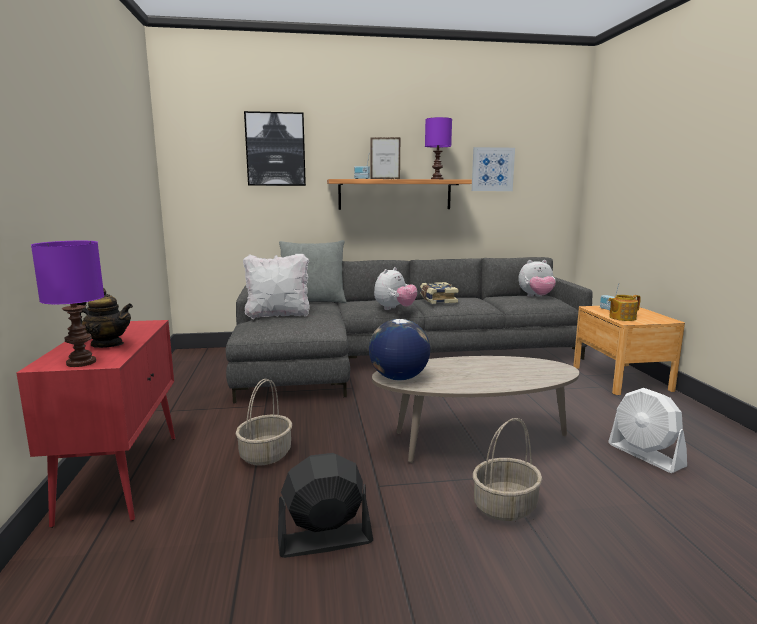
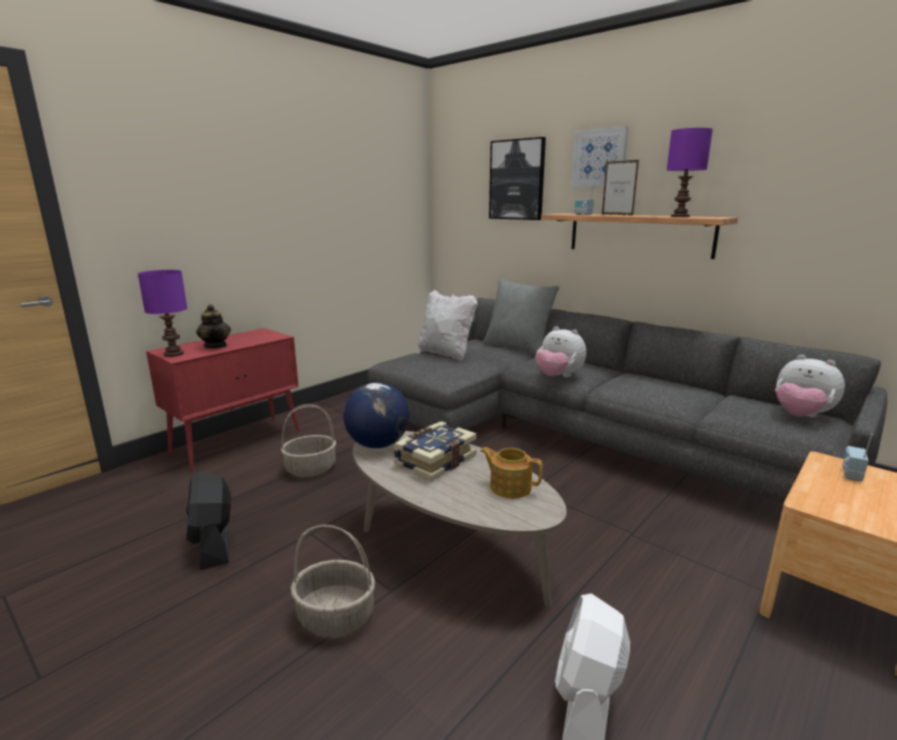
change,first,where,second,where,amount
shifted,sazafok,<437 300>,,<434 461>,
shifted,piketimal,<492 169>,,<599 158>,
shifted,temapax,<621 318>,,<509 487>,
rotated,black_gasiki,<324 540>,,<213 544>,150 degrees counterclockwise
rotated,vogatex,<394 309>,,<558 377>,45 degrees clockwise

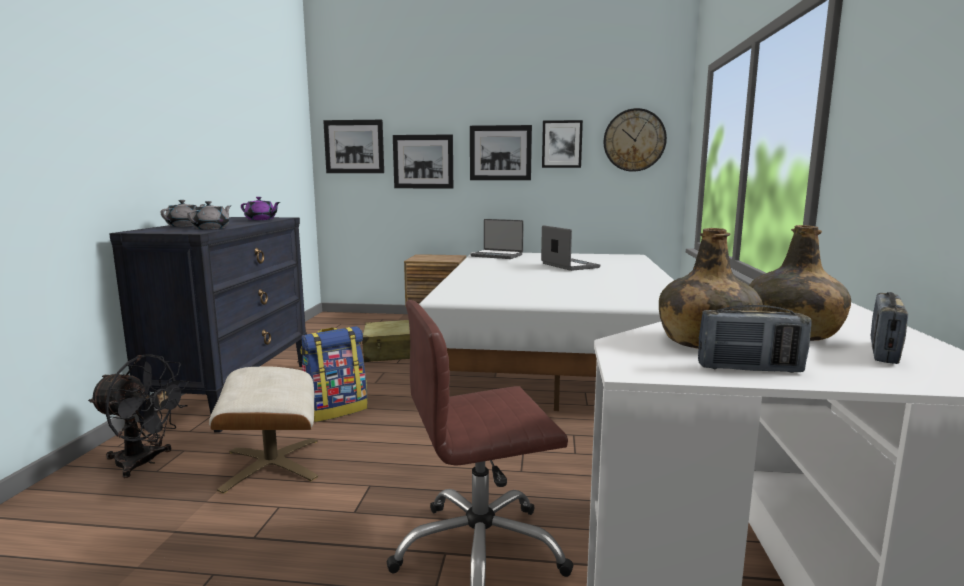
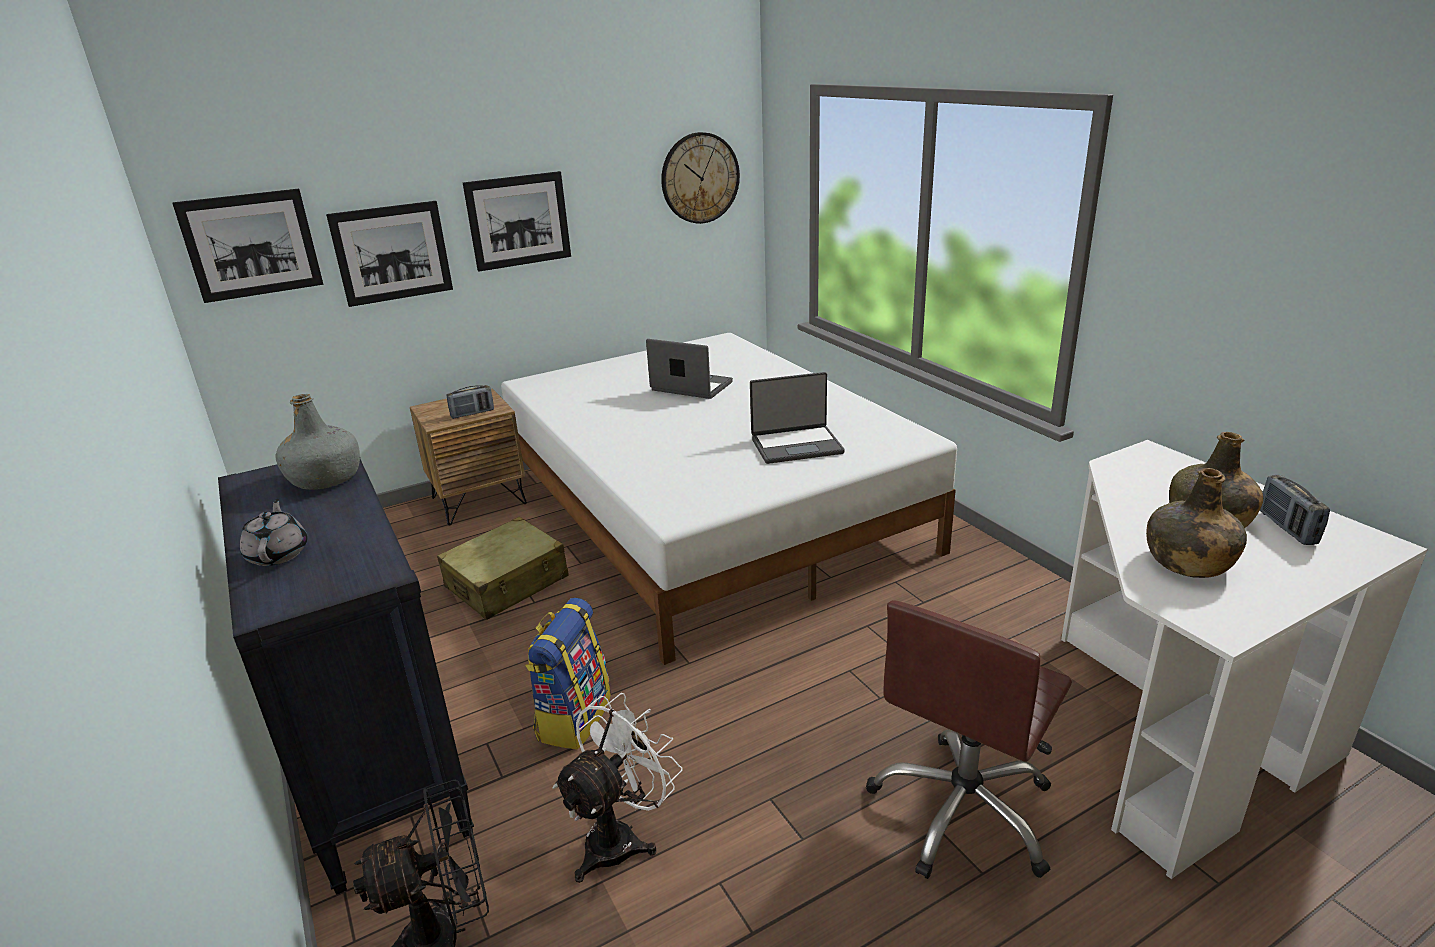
change,first,where,second,where,amount
gone,grey_temapax,<211 228>,,,
gone,piketimal,<562 144>,,,
shifted,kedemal,<497 255>,,<796 445>,
shifted,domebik,<749 369>,,<472 413>,
swapped,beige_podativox,<271 464>,white_gasiki,<621 838>,
swapped,purple_temapax,<261 219>,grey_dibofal,<325 478>,

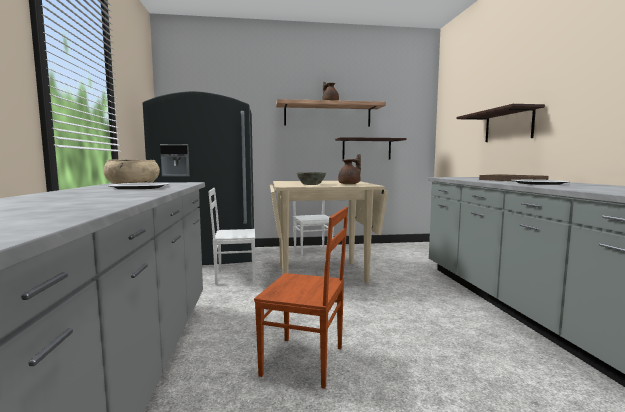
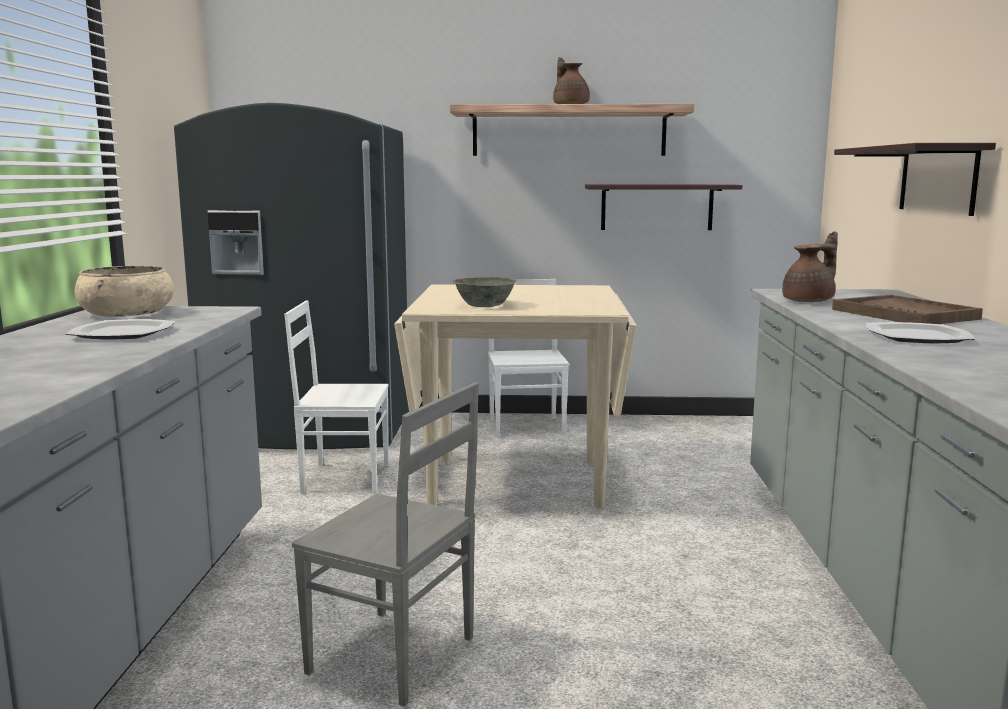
change,first,where,second,where,amount
shifted,brown_temapax,<350 184>,,<810 301>,
repainted,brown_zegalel,<304 362>,grey_zegalel,<392 657>,

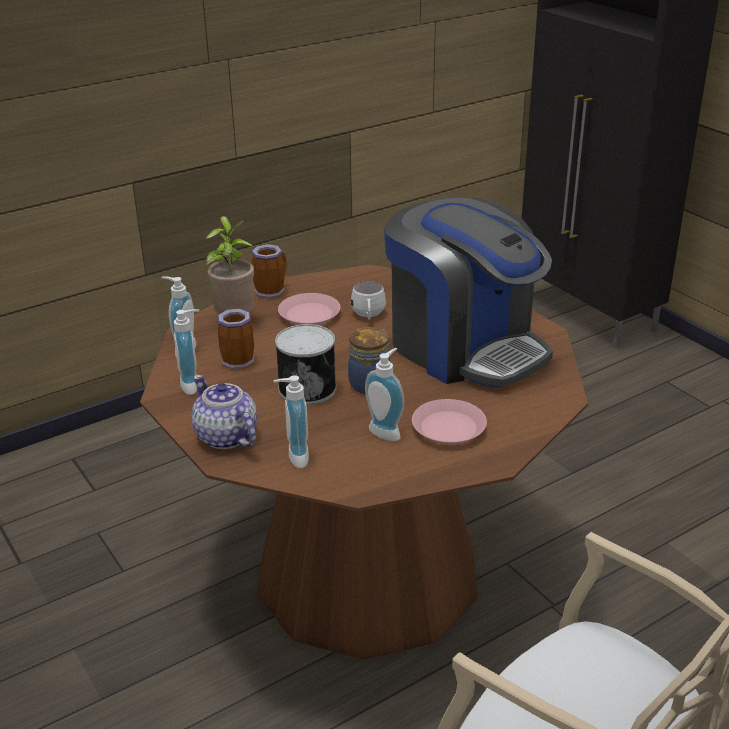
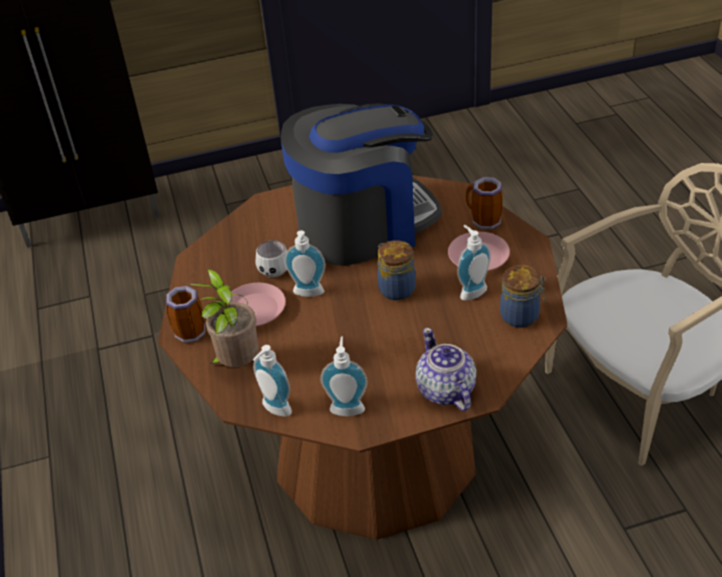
change,first,where,second,where,amount
gone,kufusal,<307 388>,,,
new,,,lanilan,<521 316>,
shifted,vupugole,<238 359>,,<483 221>,
shifted,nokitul,<294 457>,,<308 294>,
rotated,temapax,<226 437>,,<445 391>,90 degrees clockwise

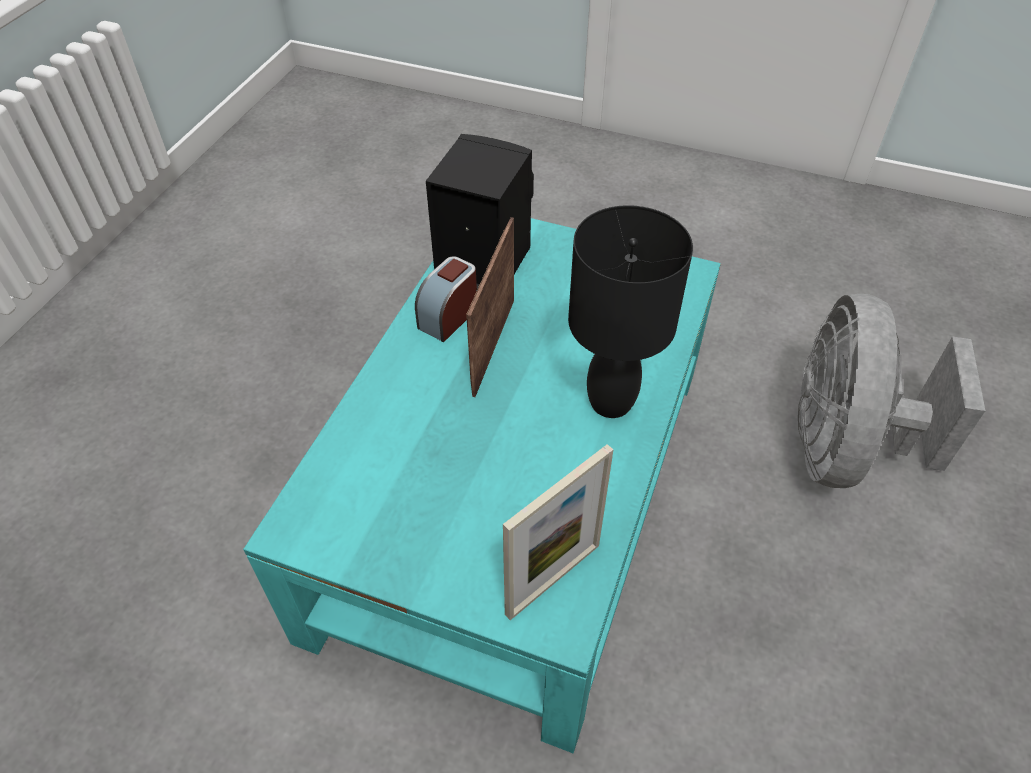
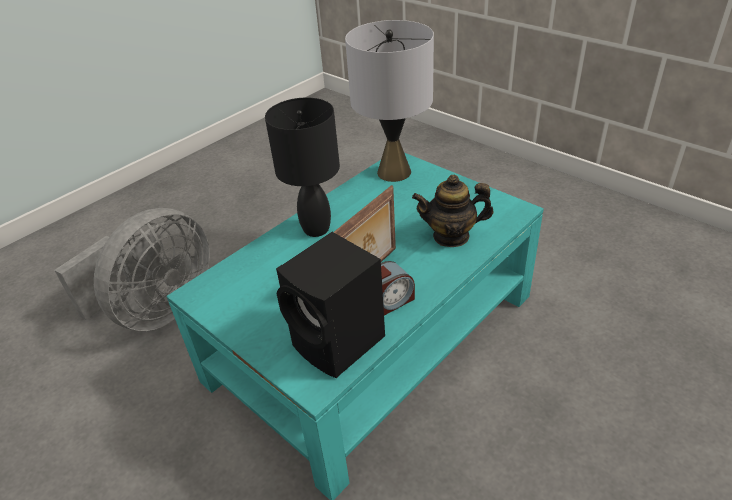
change,first,where,second,where,amount
new,,,temapax,<451 236>,
swapped,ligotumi,<553 579>,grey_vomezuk,<394 172>,

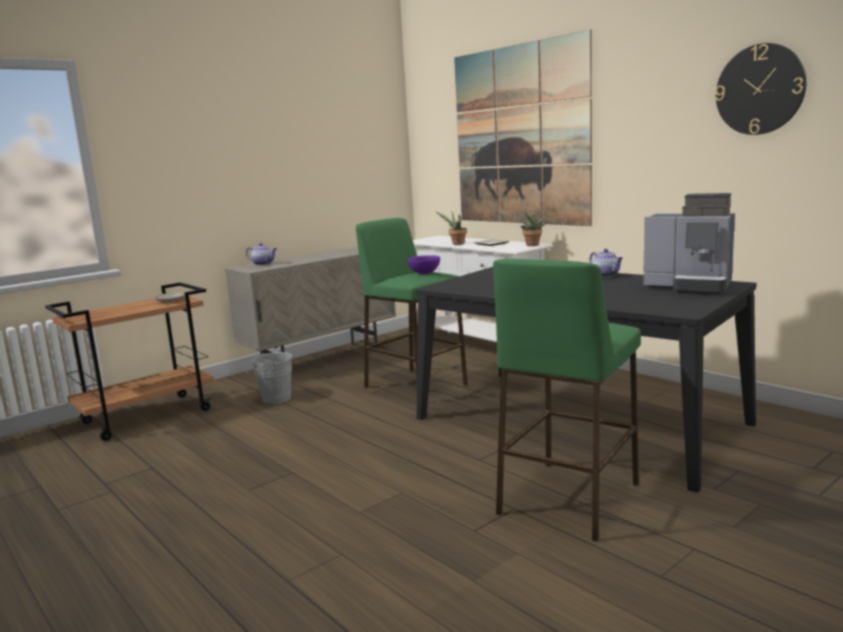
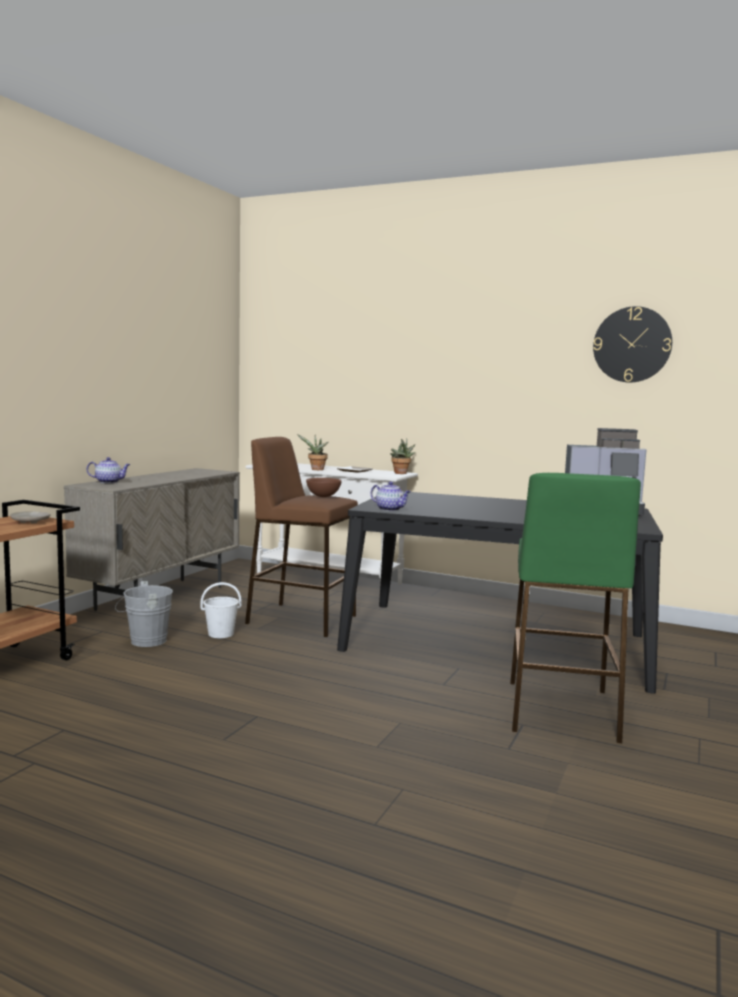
change,first,where,second,where,amount
gone,piketimal,<519 136>,,,
new,,,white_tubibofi,<221 634>,
shifted,temapax,<606 275>,,<390 509>,
repainted,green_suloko,<415 386>,brown_suloko,<301 619>,
repainted,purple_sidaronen,<425 273>,brown_sidaronen,<324 496>,

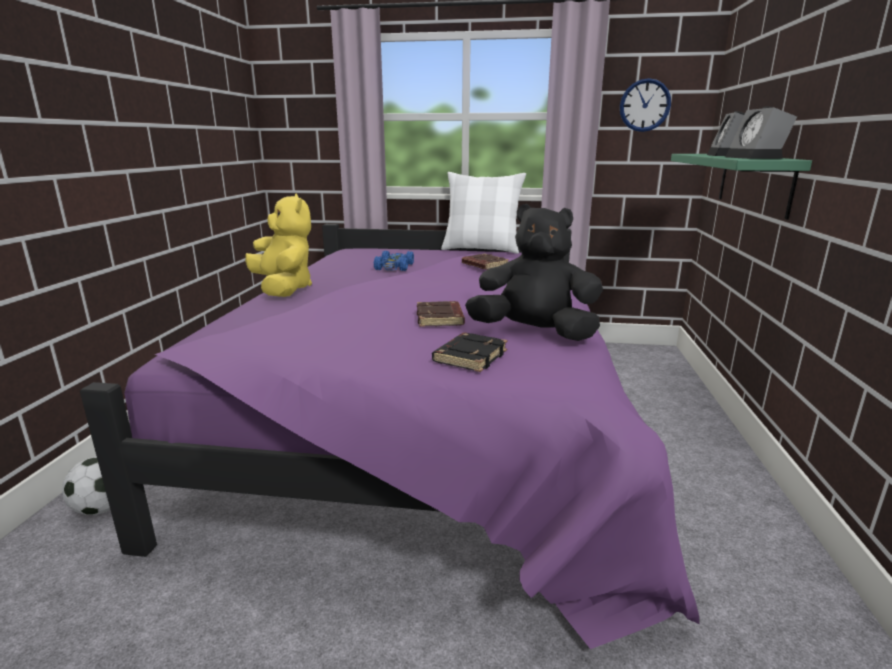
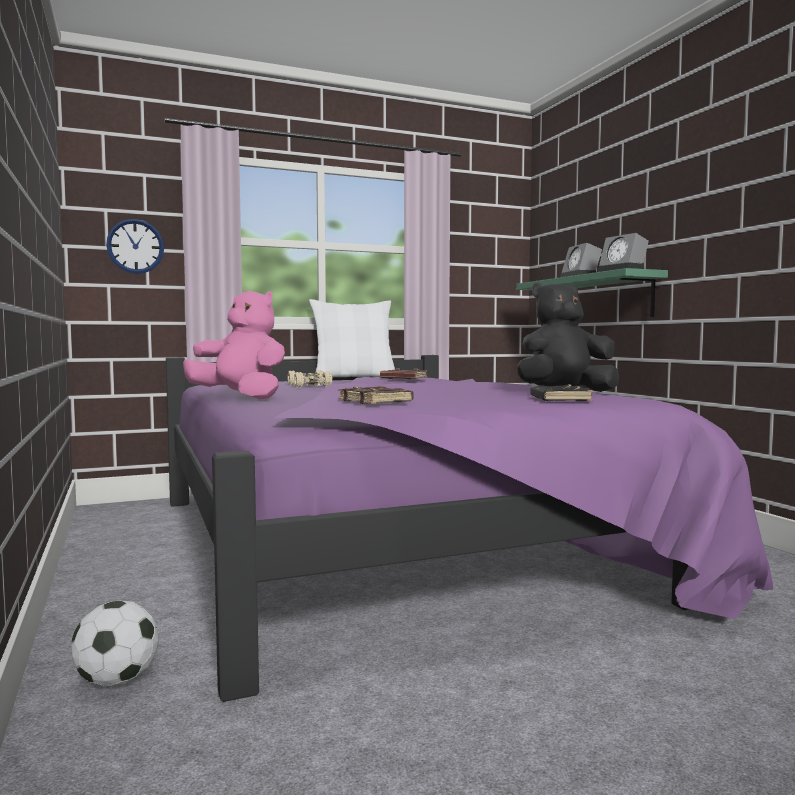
change,first,where,second,where,amount
shifted,brown_sazafok,<440 319>,,<376 401>,
shifted,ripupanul,<644 105>,,<135 246>,
repainted,yellow_vogatex,<284 289>,pink_vogatex,<241 398>,
repainted,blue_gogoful,<394 267>,beige_gogoful,<310 386>,

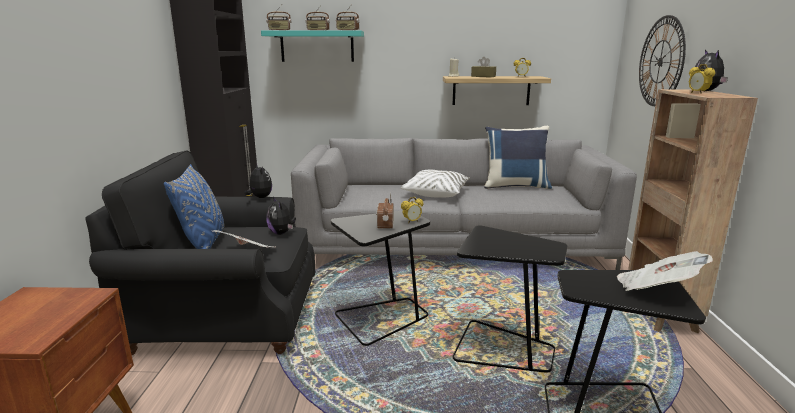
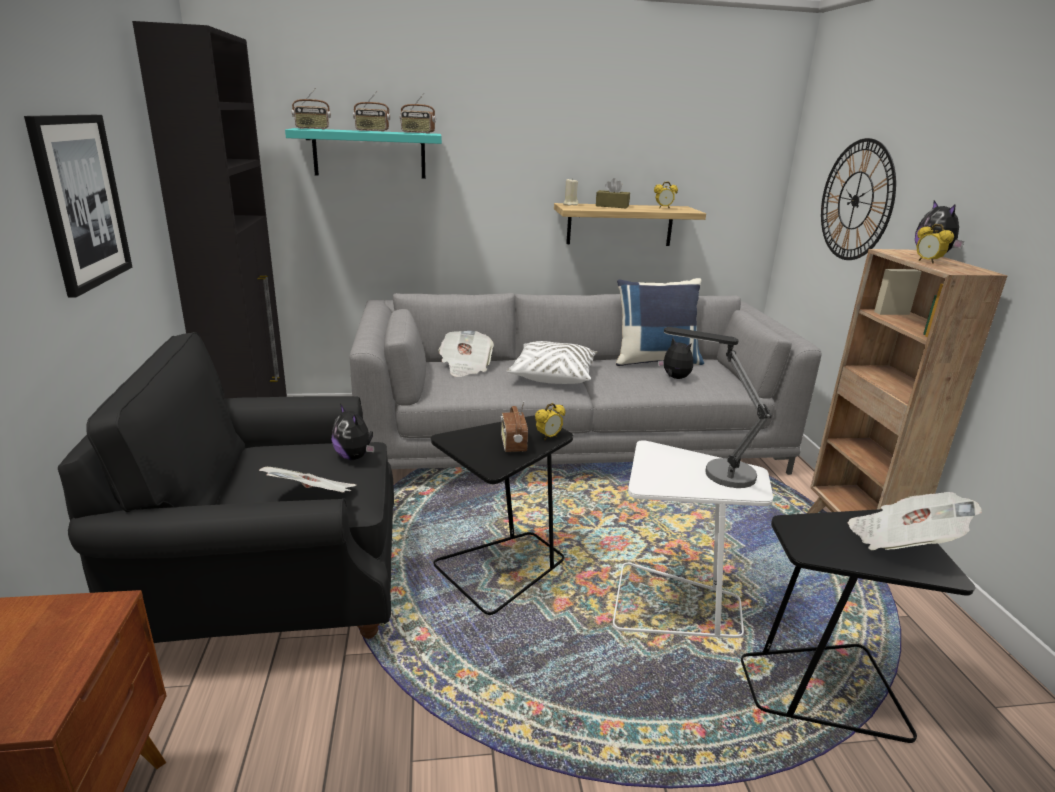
change,first,where,second,where,amount
gone,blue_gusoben,<204 243>,,,
new,,,piketimal,<81 202>,
new,,,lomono,<465 366>,
new,,,vomezuk,<715 470>,
shifted,vogatex,<260 197>,,<674 378>,
repainted,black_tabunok,<502 349>,white_tabunok,<674 605>,

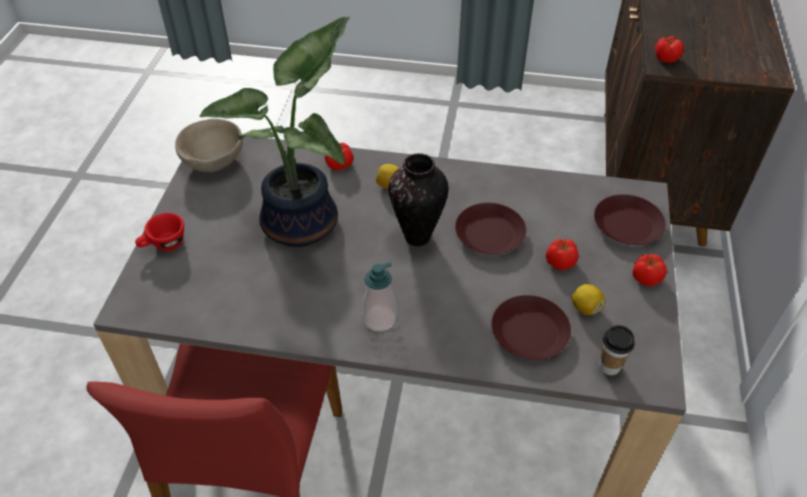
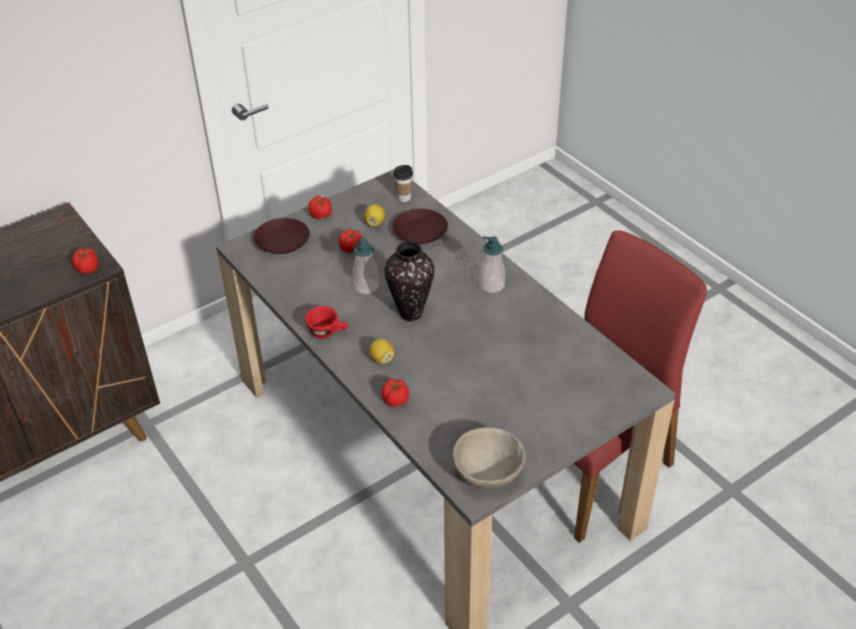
change,first,where,second,where,amount
gone,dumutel,<305 223>,,,
shifted,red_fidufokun,<164 245>,,<328 332>,
swapped,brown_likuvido,<489 234>,nokitul,<366 286>,

